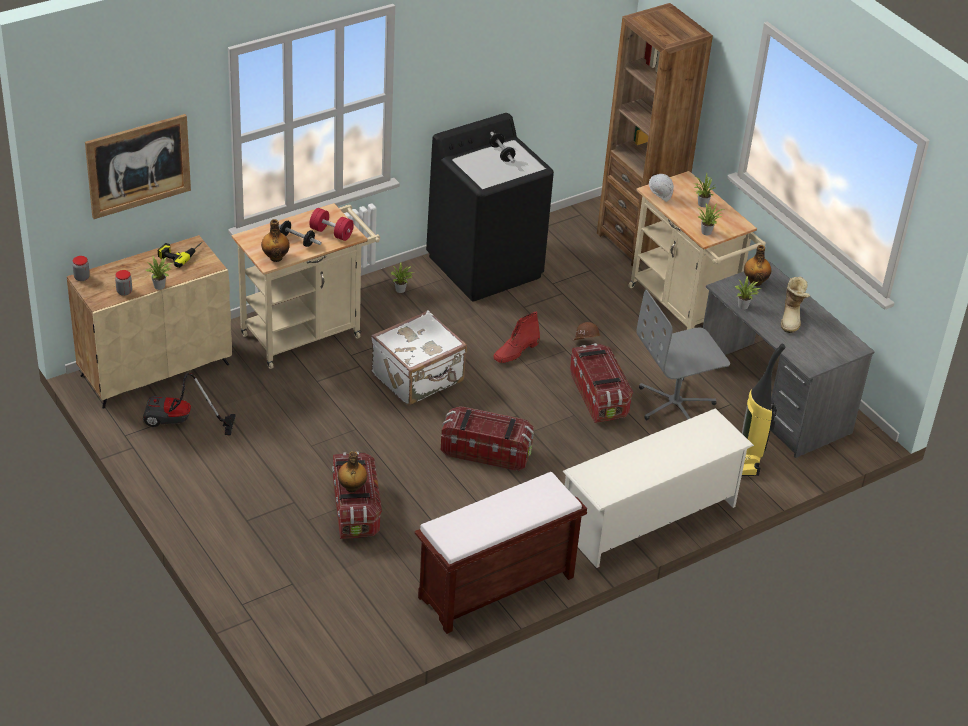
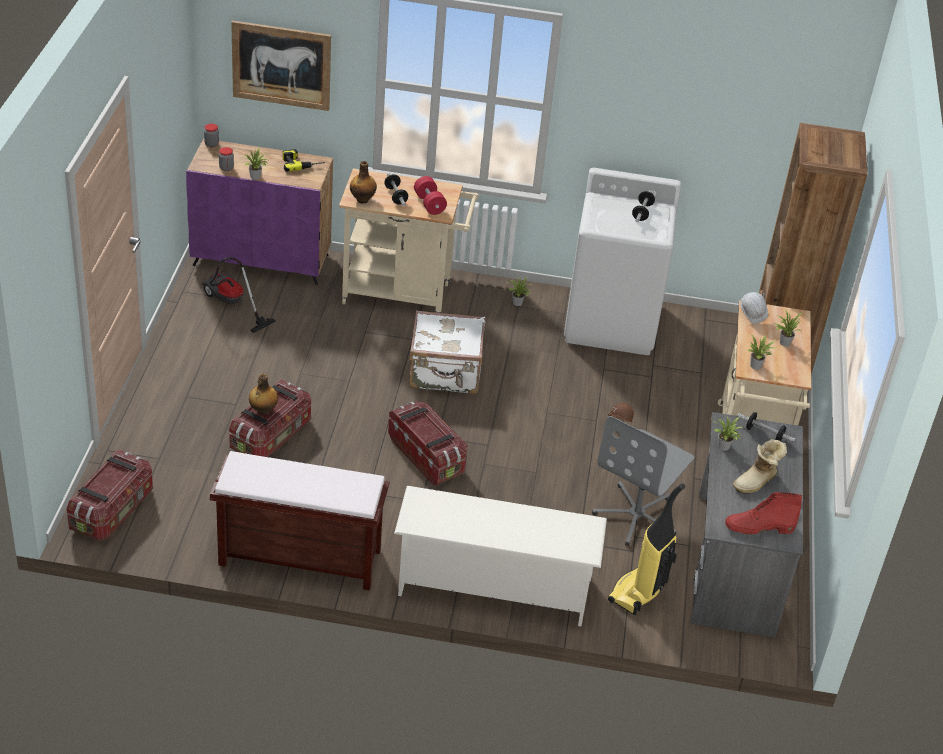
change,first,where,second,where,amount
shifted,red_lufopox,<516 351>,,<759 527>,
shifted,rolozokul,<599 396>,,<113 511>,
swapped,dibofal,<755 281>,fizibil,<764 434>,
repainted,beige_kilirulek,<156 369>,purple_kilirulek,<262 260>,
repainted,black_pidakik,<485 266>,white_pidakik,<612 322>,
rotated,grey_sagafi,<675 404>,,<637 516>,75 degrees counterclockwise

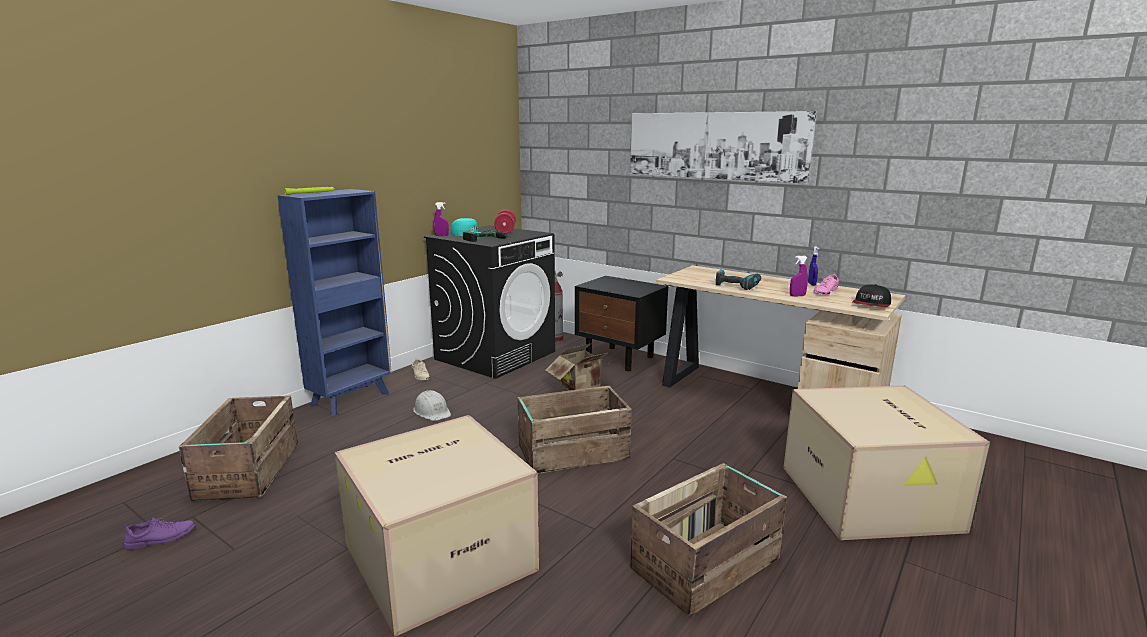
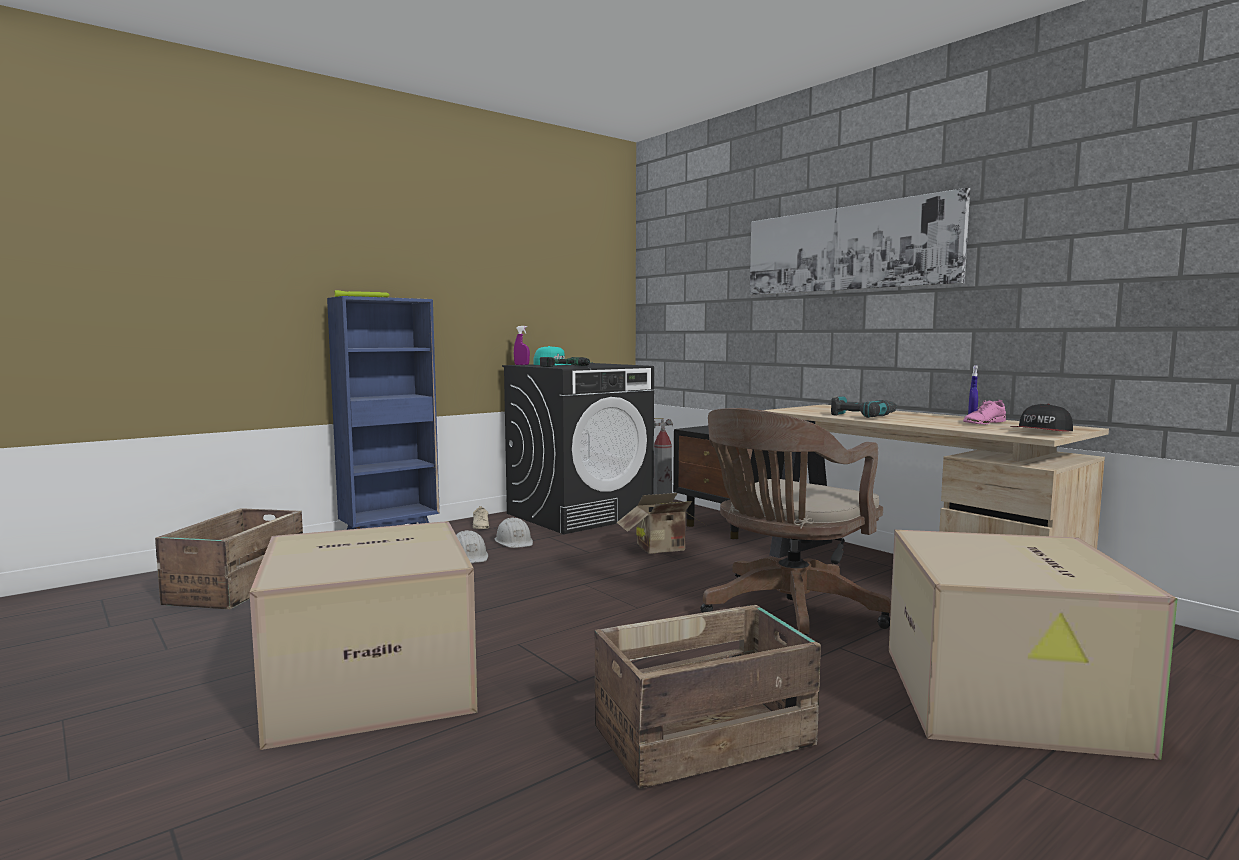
change,first,where,second,where,amount
gone,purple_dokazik,<160 538>,,,
gone,red_fizibil,<505 231>,,,
gone,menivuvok,<571 452>,,,
gone,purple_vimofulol,<797 296>,,,
new,,,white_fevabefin,<514 541>,
new,,,brown_sagafi,<786 614>,

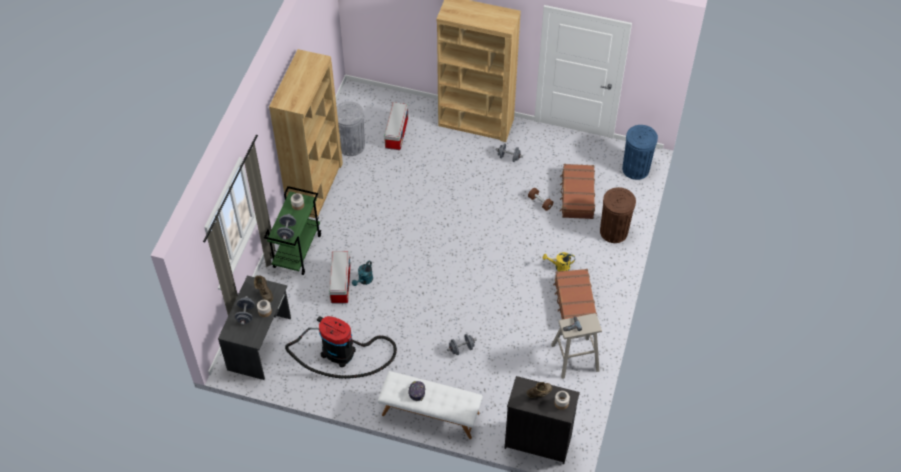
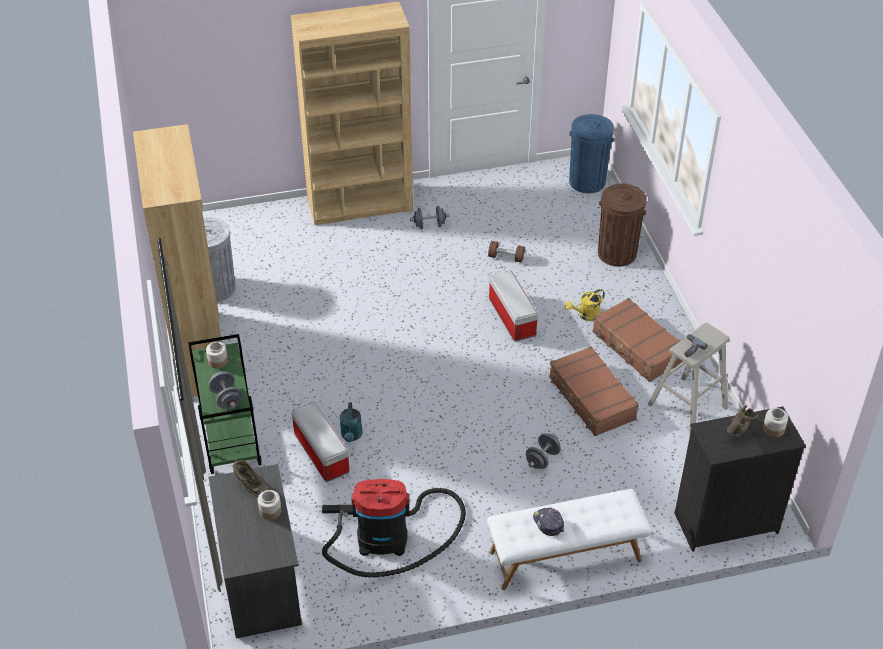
change,first,where,second,where,amount
gone,grey_fizibil,<245 315>,,,
shifted,rolozokul,<396 132>,,<511 317>,
shifted,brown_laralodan,<577 196>,,<591 399>,

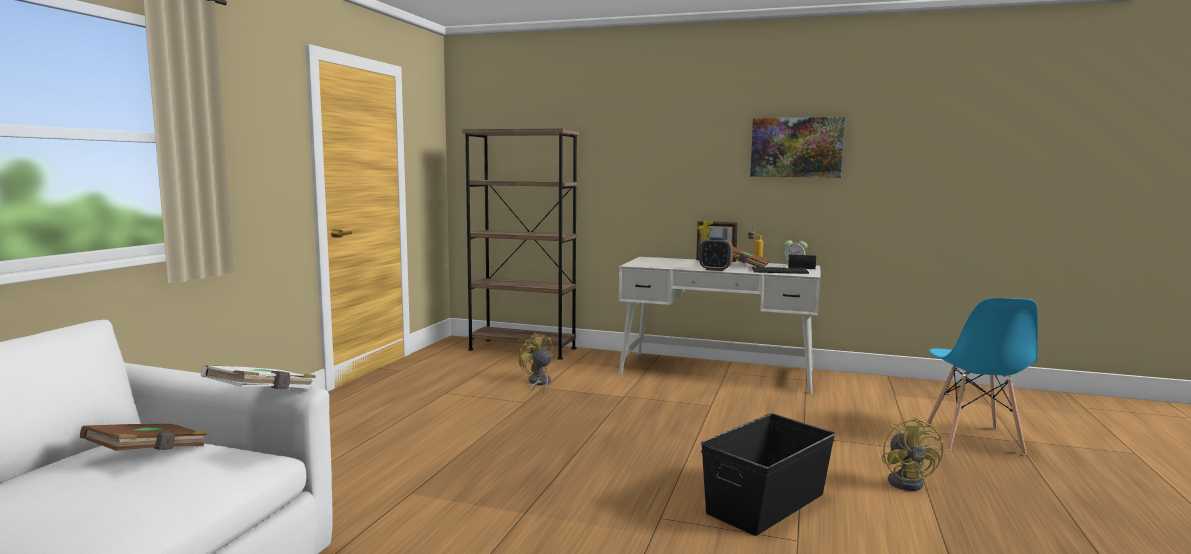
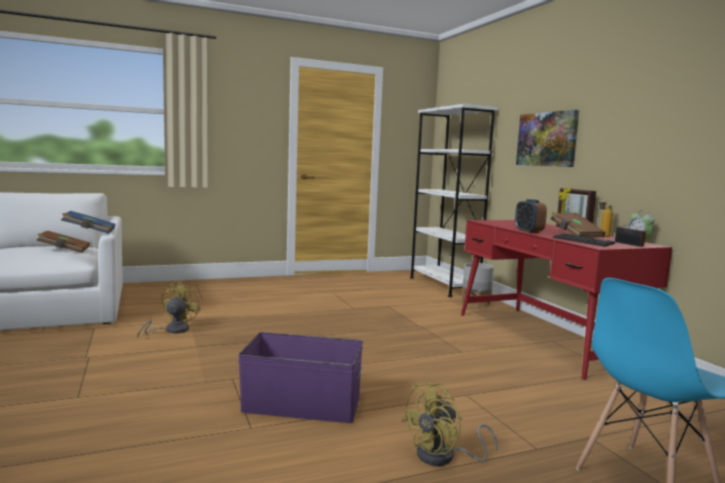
change,first,where,second,where,amount
new,,,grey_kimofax,<476 304>,
shifted,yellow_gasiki,<538 383>,,<172 330>,
shifted,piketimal,<796 147>,,<547 139>,
repainted,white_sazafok,<262 396>,blue_sazafok,<89 232>,
repainted,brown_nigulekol,<522 349>,white_nigulekol,<443 285>,
repainted,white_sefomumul,<717 372>,red_sefomumul,<544 338>,
repainted,black_rolozokul,<767 503>,purple_rolozokul,<302 406>,

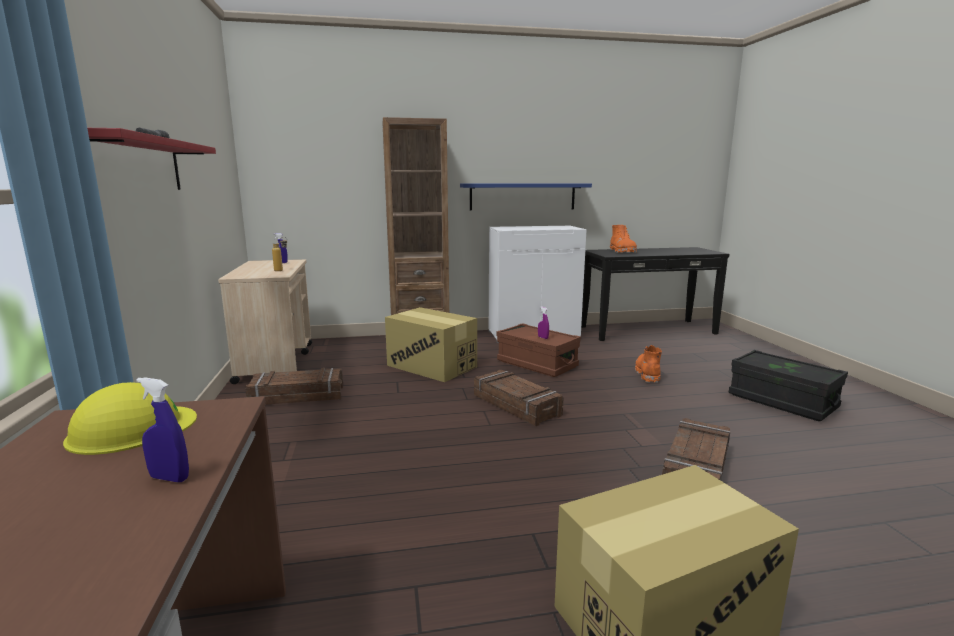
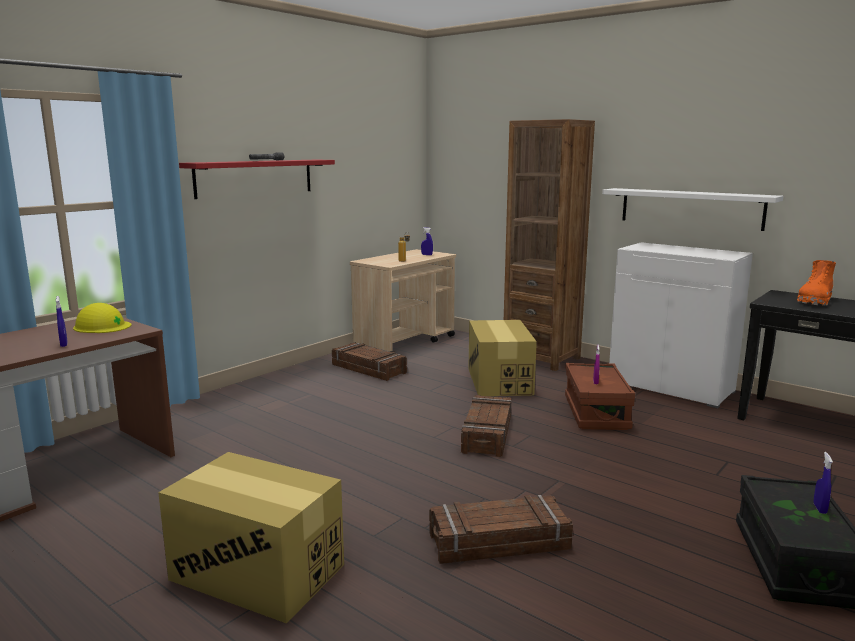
change,first,where,second,where,amount
gone,orange_lufopox,<648 374>,,,
new,,,blue_vimofulol,<819 508>,
repainted,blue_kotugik,<522 196>,white_kotugik,<690 208>,

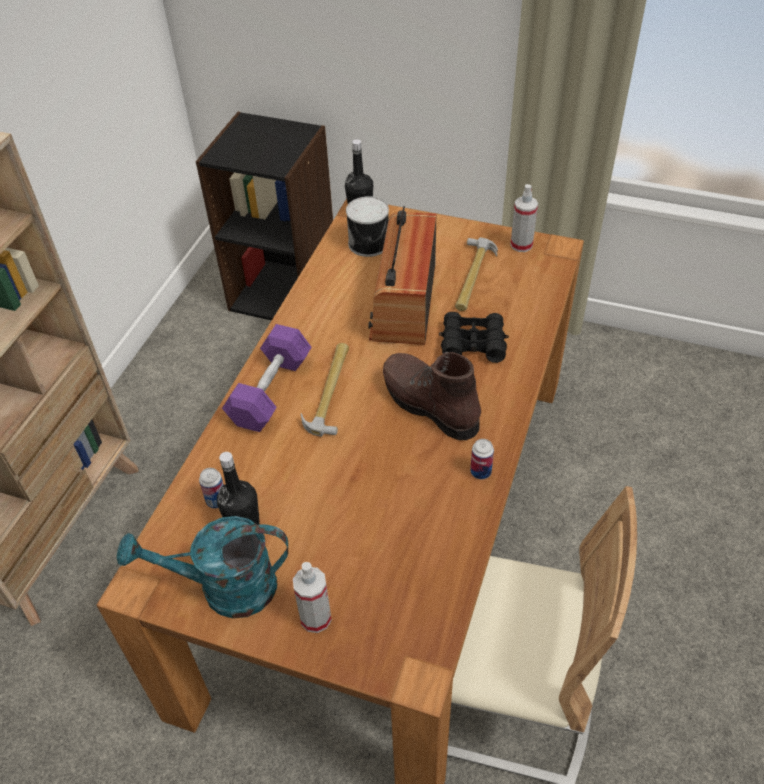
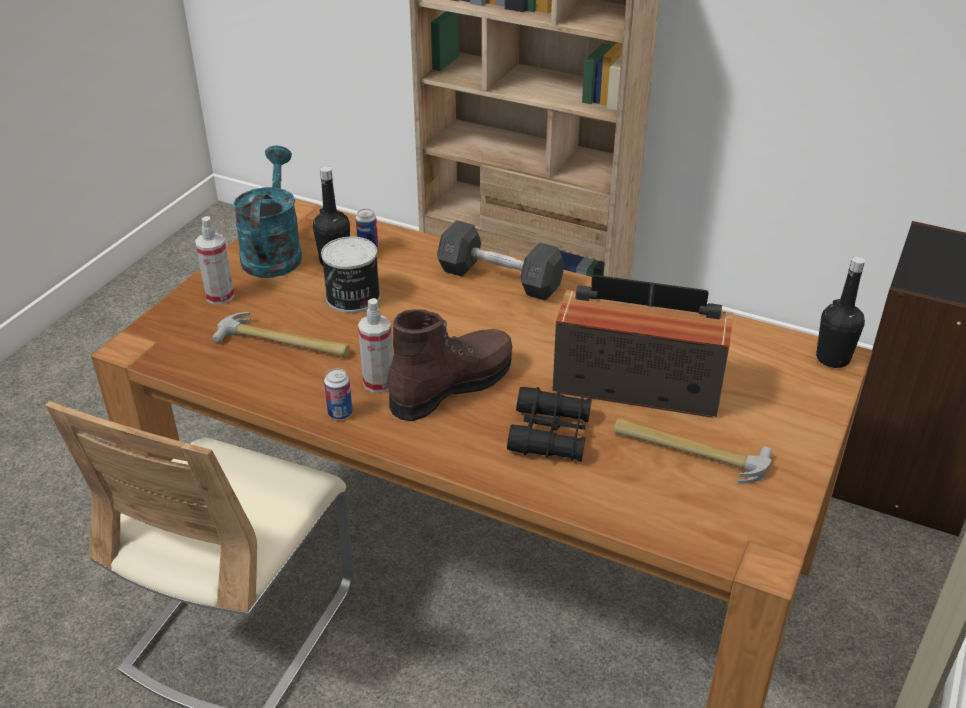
change,first,where,second,where,amount
shifted,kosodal,<330 391>,,<283 343>,
shifted,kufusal,<370 243>,,<352 298>,
shifted,vimofulol,<521 245>,,<378 383>,
repainted,purple_fizibil,<270 391>,grey_fizibil,<500 279>,

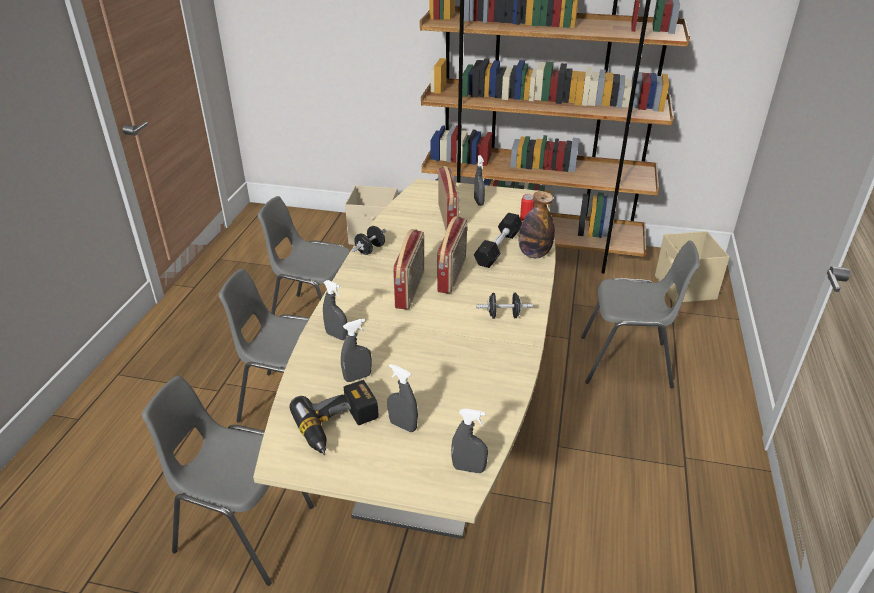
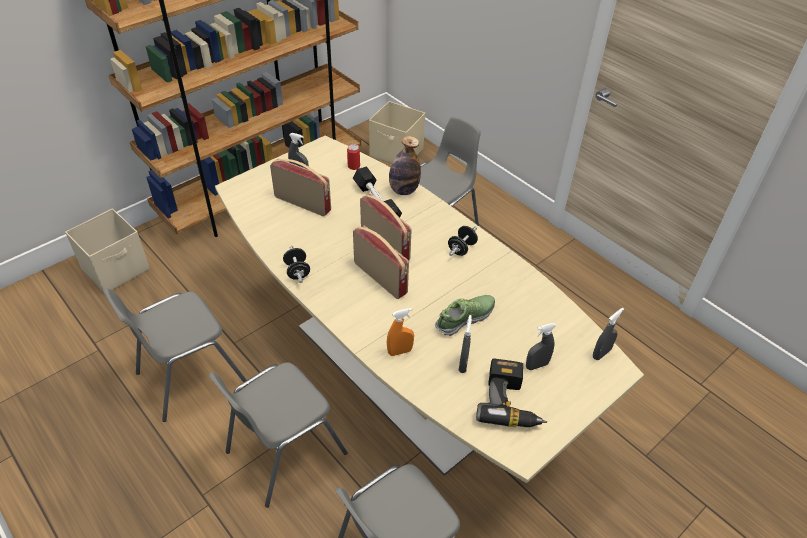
change,first,where,second,where,amount
new,,,dokazik,<465 318>,
repainted,grey_vimofulol,<336 335>,orange_vimofulol,<400 351>,

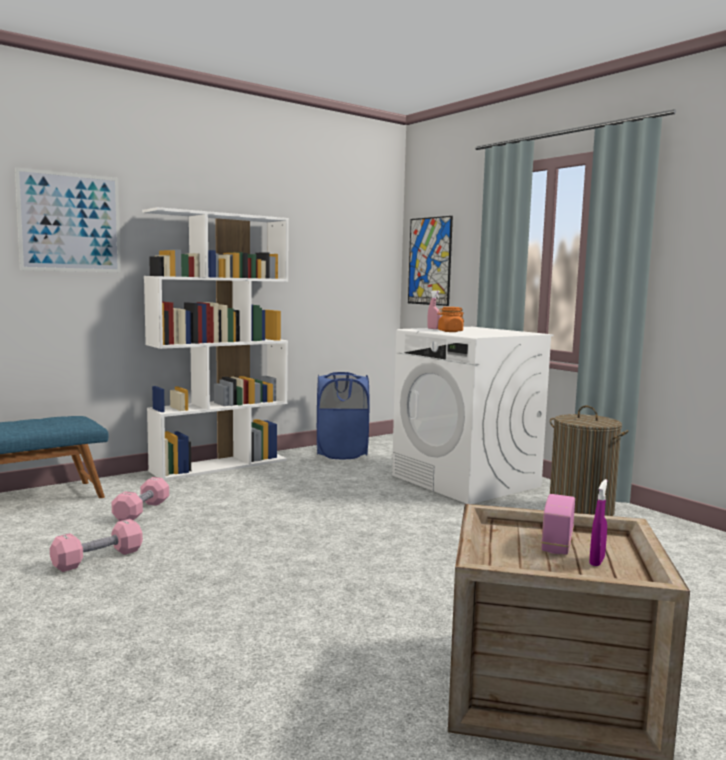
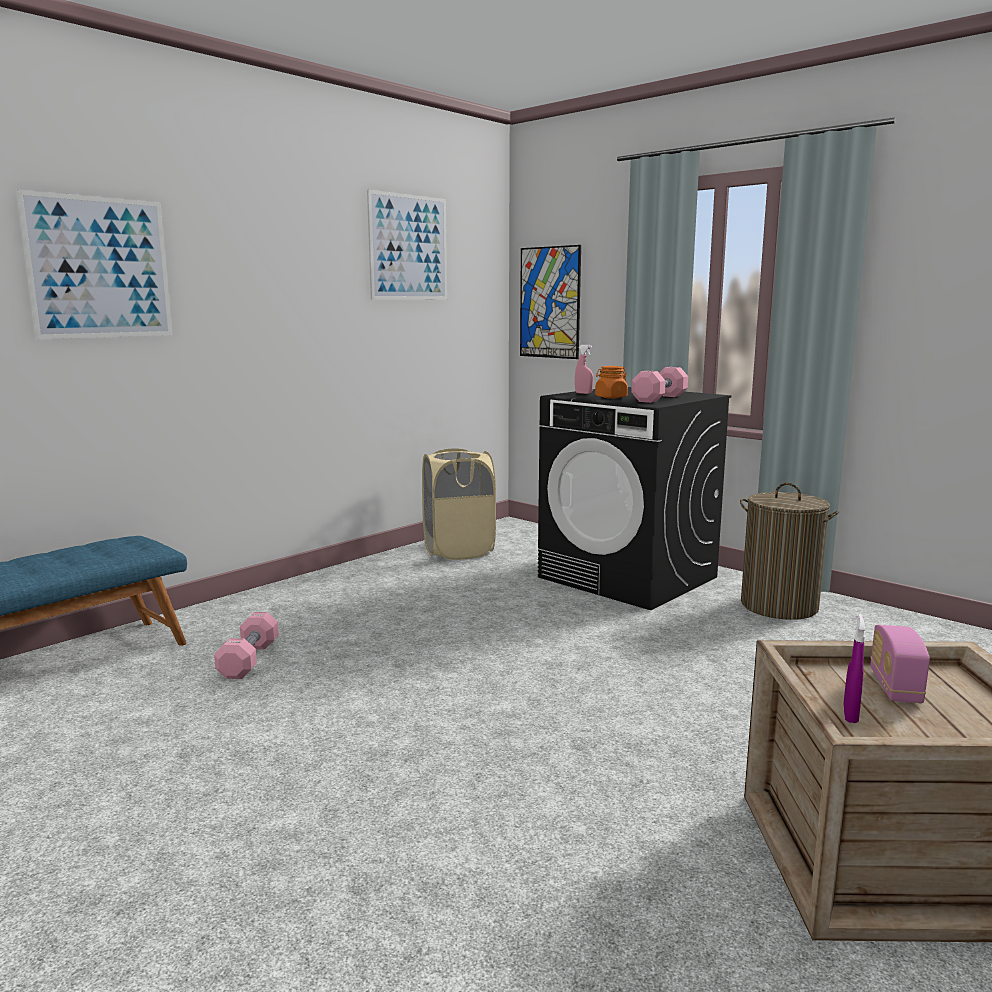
change,first,where,second,where,amount
gone,white_nigulekol,<220 465>,,,
new,,,piketimal,<408 247>,
shifted,pink_fizibil,<98 559>,,<659 398>,
shifted,purple_vimofulol,<597 561>,,<850 715>,
repainted,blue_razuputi,<341 453>,beige_razuputi,<458 551>,
repainted,white_pidakik,<466 481>,black_pidakik,<628 577>,

